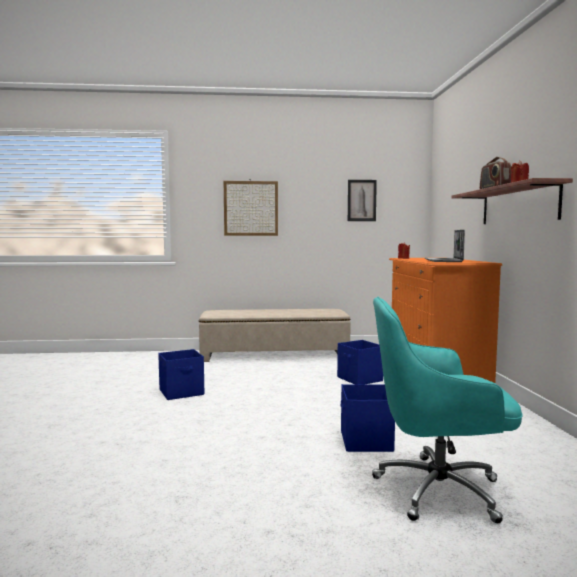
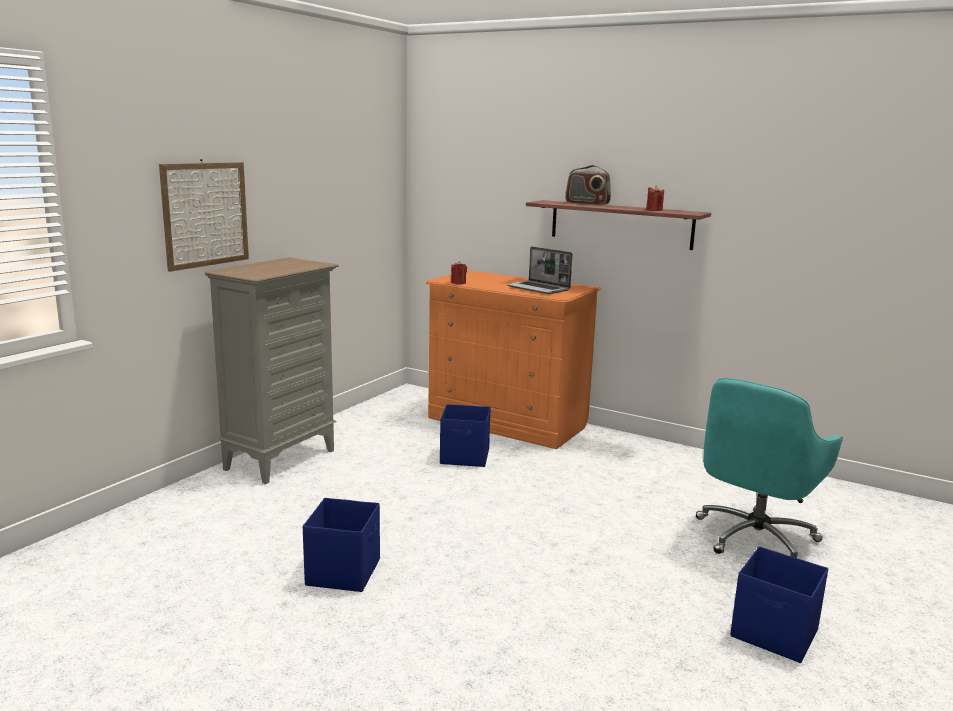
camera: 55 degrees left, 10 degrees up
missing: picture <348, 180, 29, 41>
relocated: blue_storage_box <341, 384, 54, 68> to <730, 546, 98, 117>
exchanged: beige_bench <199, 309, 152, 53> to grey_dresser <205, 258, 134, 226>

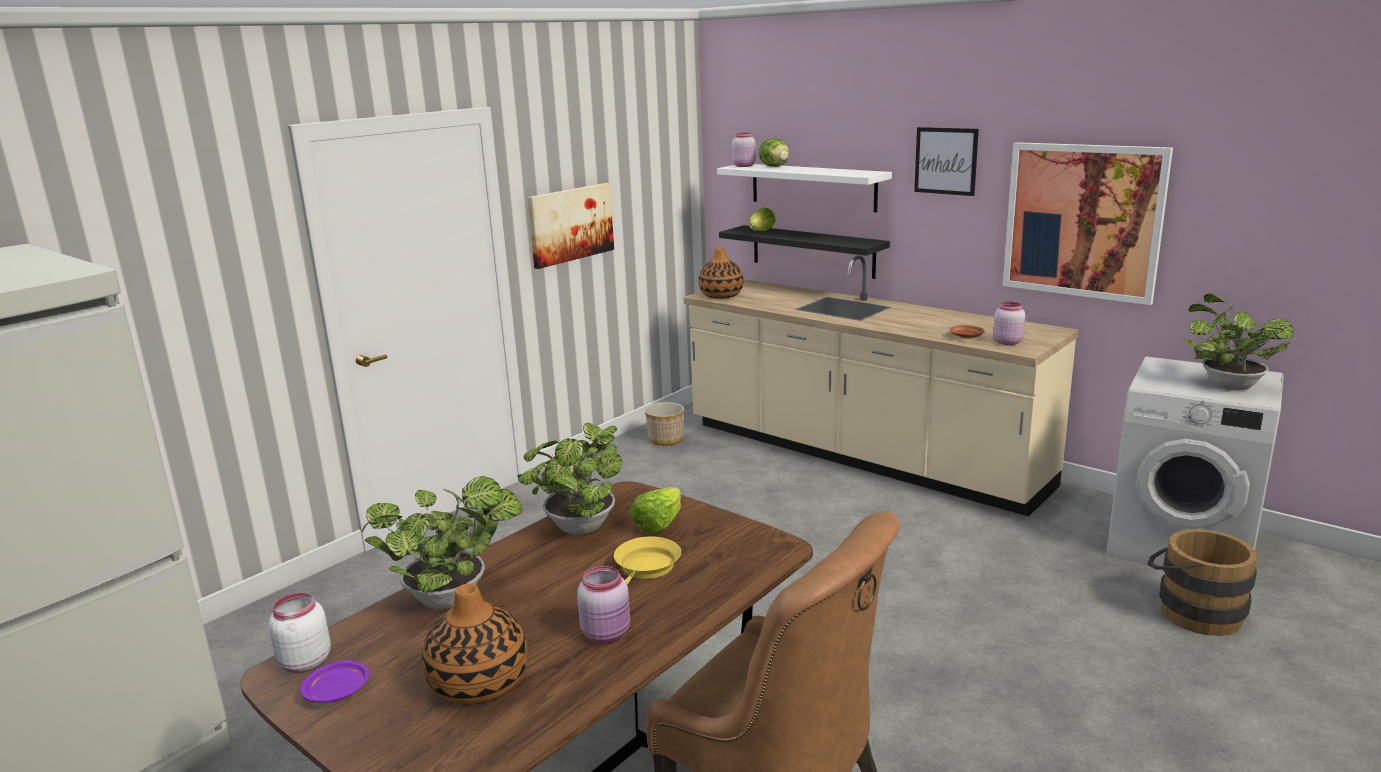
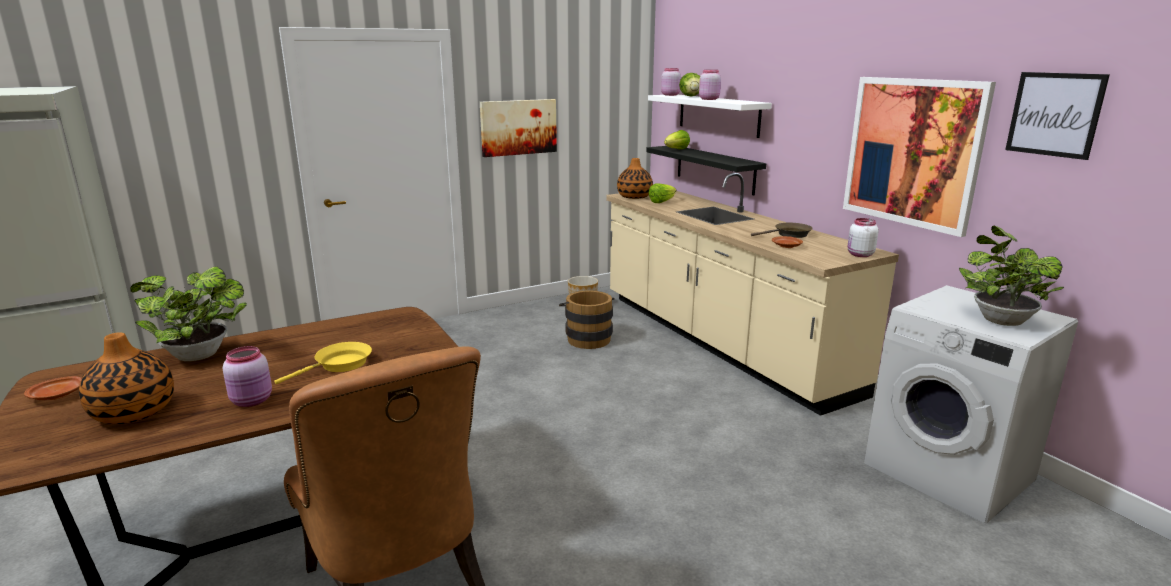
camera: 20 degrees right, 0 degrees up
missing: potted_plant <517, 423, 106, 112>
appeared: brown_frying_pan <751, 223, 62, 15>
relocated: white_jar <269, 593, 62, 80> to <848, 218, 31, 39>; lettuce <630, 487, 51, 47> to <649, 183, 27, 20>; picture <914, 127, 65, 69> to <1005, 72, 105, 88>; pink_jar <993, 302, 33, 43> to <699, 70, 22, 30>; brown_bucket <1148, 529, 109, 107> to <559, 290, 56, 59>
colour: purple_plate <300, 660, 70, 42> to brown_plate <24, 376, 58, 24>

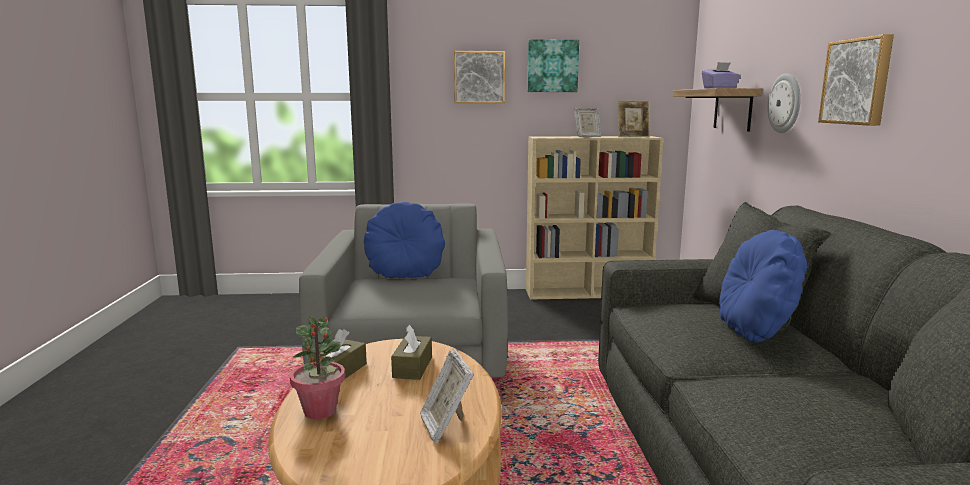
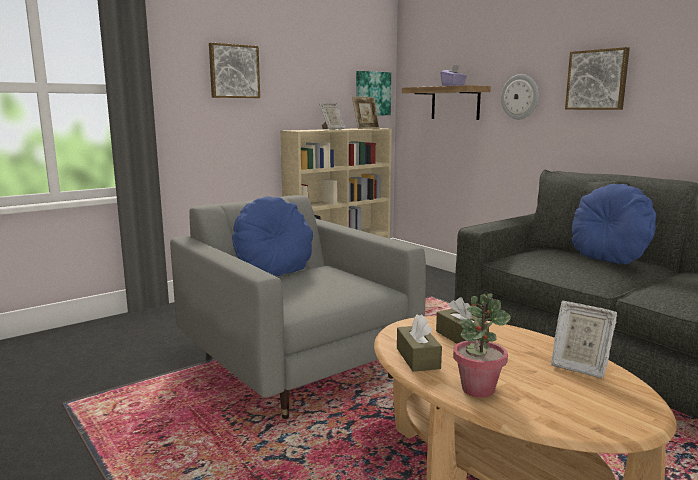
camera: 35 degrees left, 0 degrees up
relocated: picture <527, 39, 52, 53> to <356, 71, 35, 44>

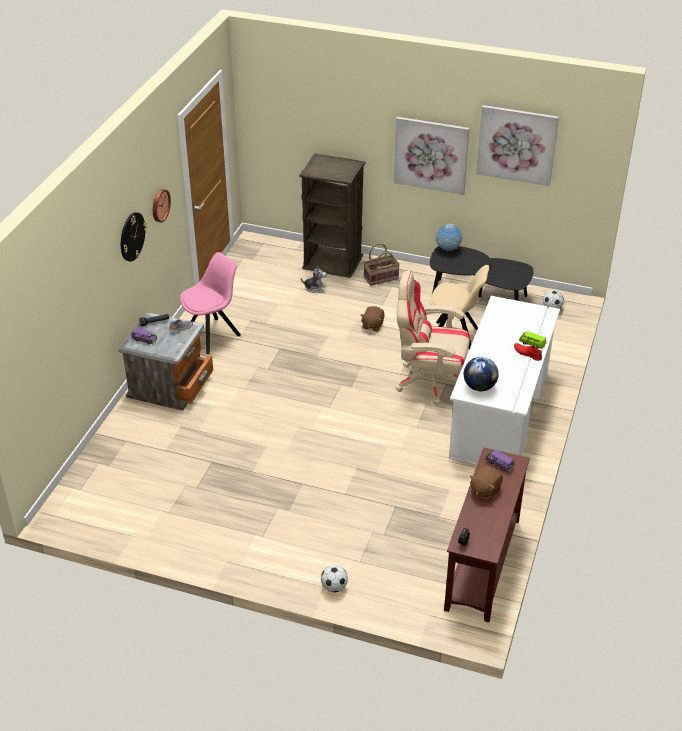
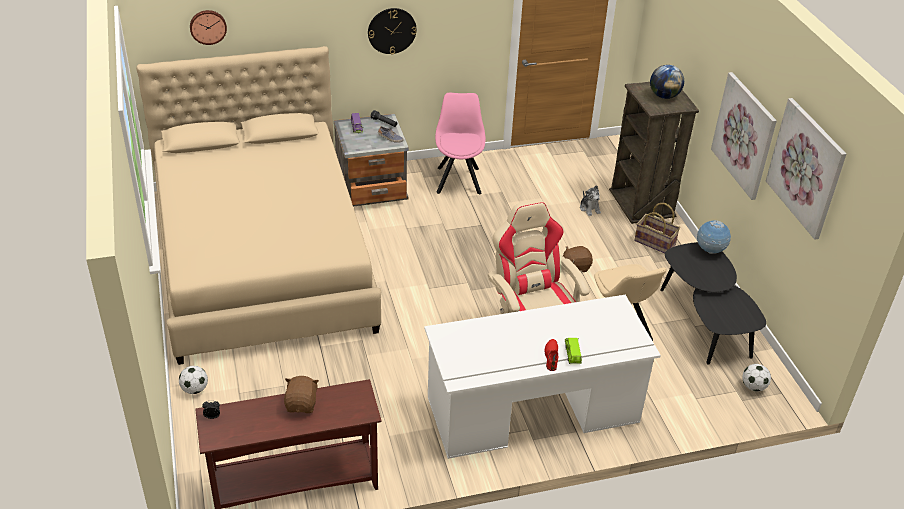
camera: 55 degrees right, 0 degrees up
missing: purple_toy_car <485, 450, 30, 22>
appeared: beige_bed <136, 46, 245, 319>
relocated: wall_clock <153, 189, 18, 33> to <190, 10, 37, 35>; globe <464, 357, 34, 34> to <650, 65, 34, 34>
spun: pink_chair <180, 252, 61, 102> = <435, 93, 51, 102> 105 degrees counterclockwise; brown_plush_toy <470, 466, 33, 35> = <284, 376, 35, 37> 90 degrees clockwise

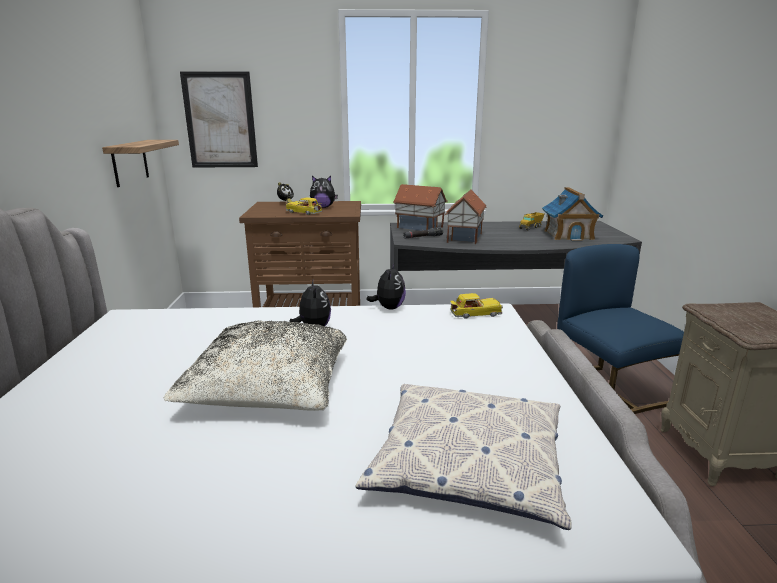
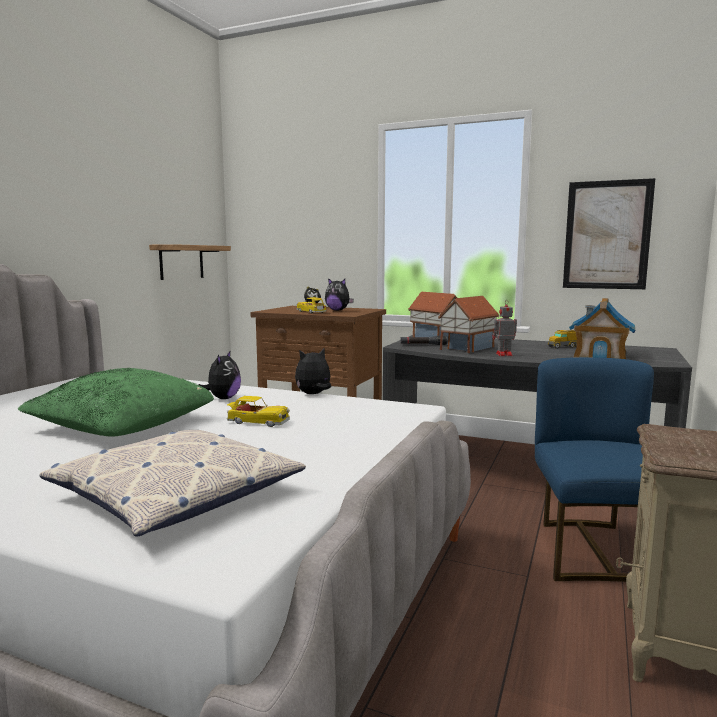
camera: 25 degrees right, 10 degrees down
appeared: toy_robot <492, 300, 25, 56>
relocated: picture <180, 72, 78, 96> to <563, 178, 92, 111>; toy_car <450, 293, 53, 26> to <227, 396, 63, 31>
colour: beige_pillow <163, 320, 184, 91> to green_pillow <17, 368, 197, 69>
spun: plush_toy <366, 264, 40, 46> = <295, 349, 36, 45> 150 degrees counterclockwise

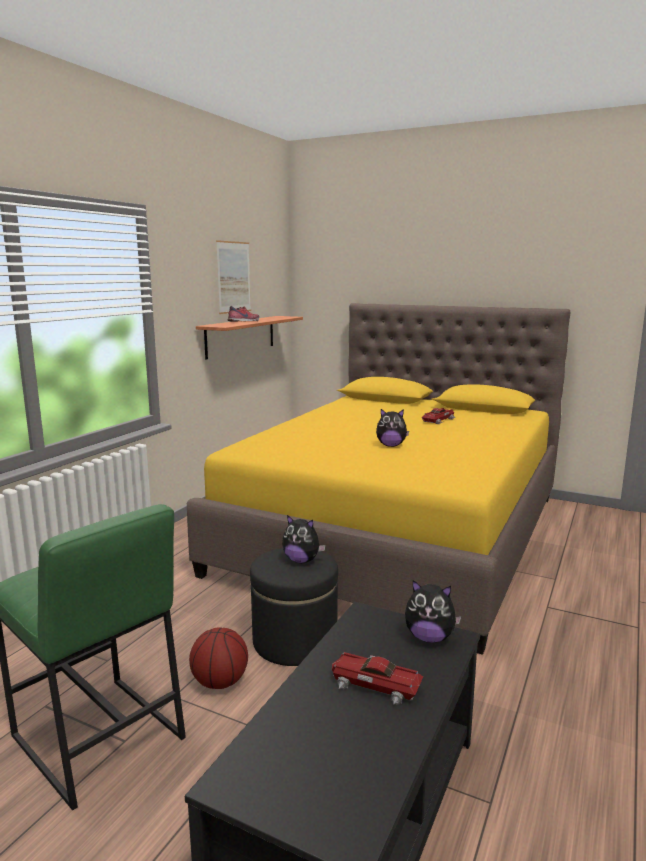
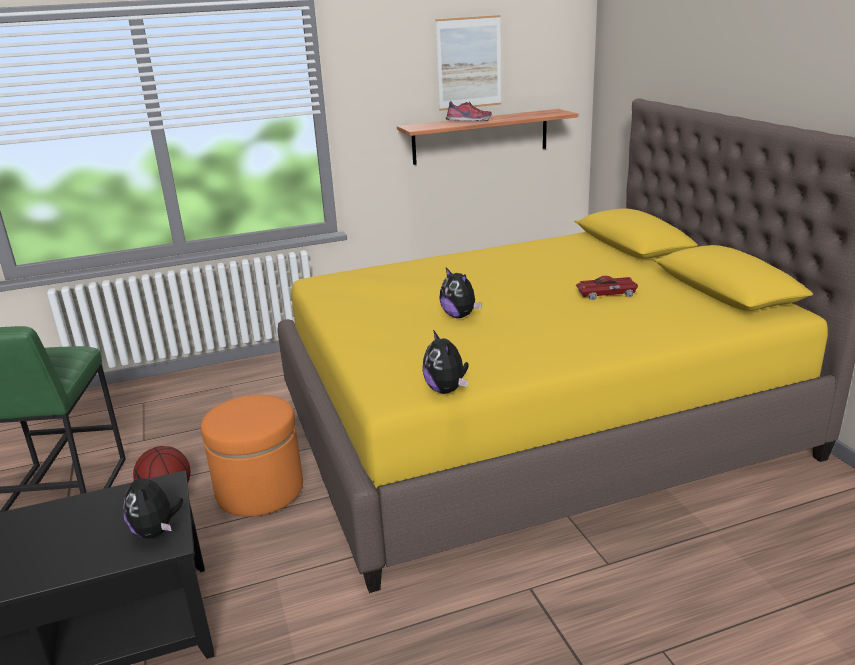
camera: 45 degrees right, 10 degrees up
missing: toy_car <332, 652, 91, 53>
relocated: plush_toy <282, 515, 44, 48> to <422, 330, 47, 64>
colour: black_ottoman <250, 548, 88, 118> to orange_ottoman <201, 395, 102, 122>

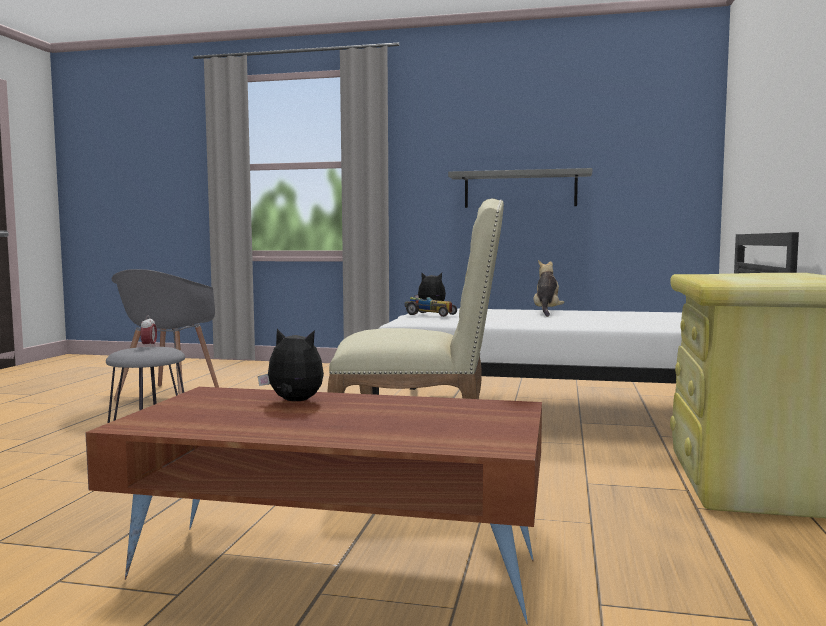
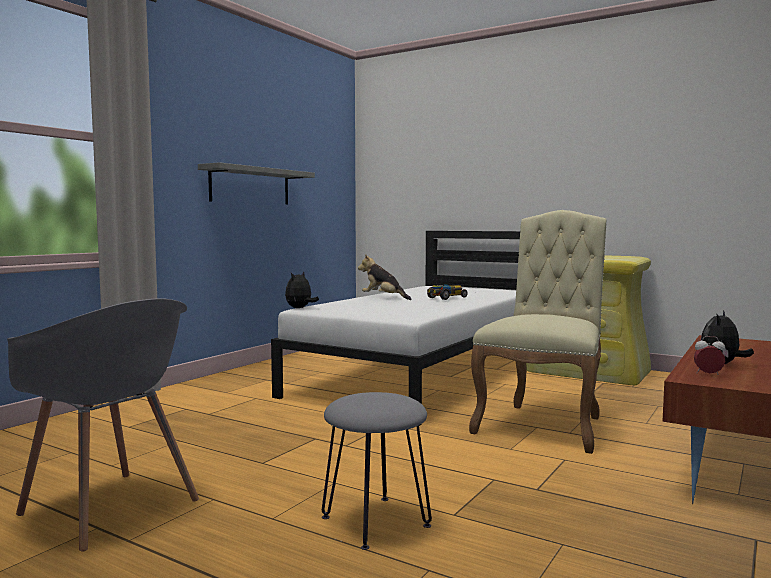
camera: 70 degrees left, 0 degrees up
relocated: alarm_clock <141, 315, 16, 33> to <694, 336, 31, 39>; toy_car <405, 297, 52, 20> to <427, 284, 41, 16>

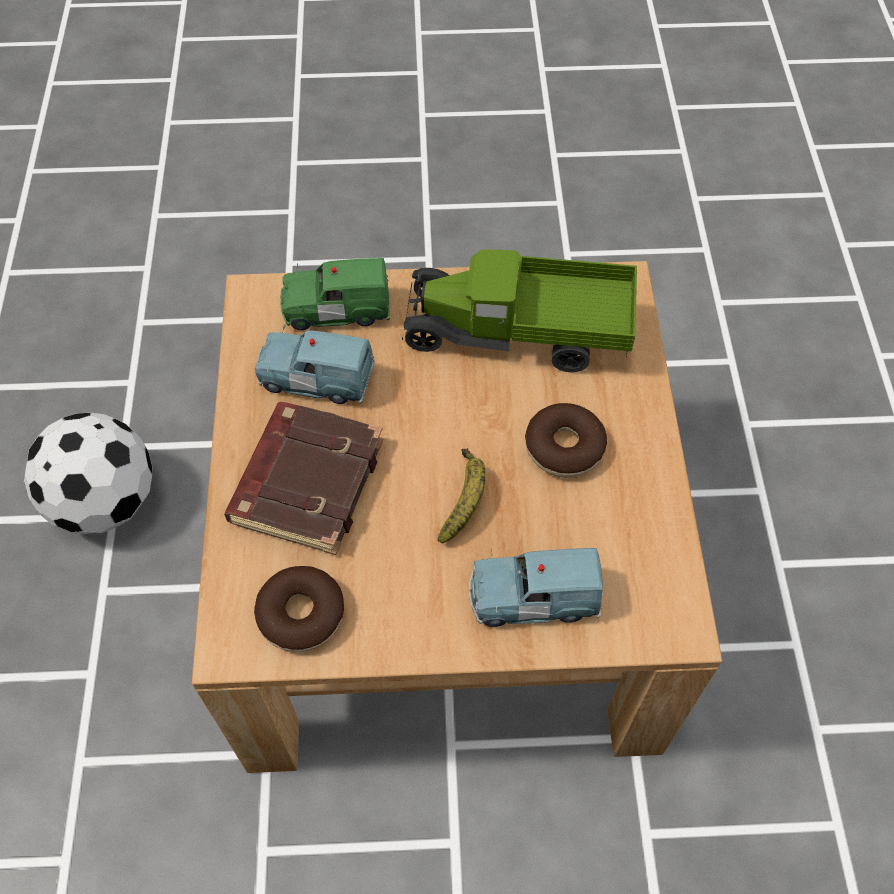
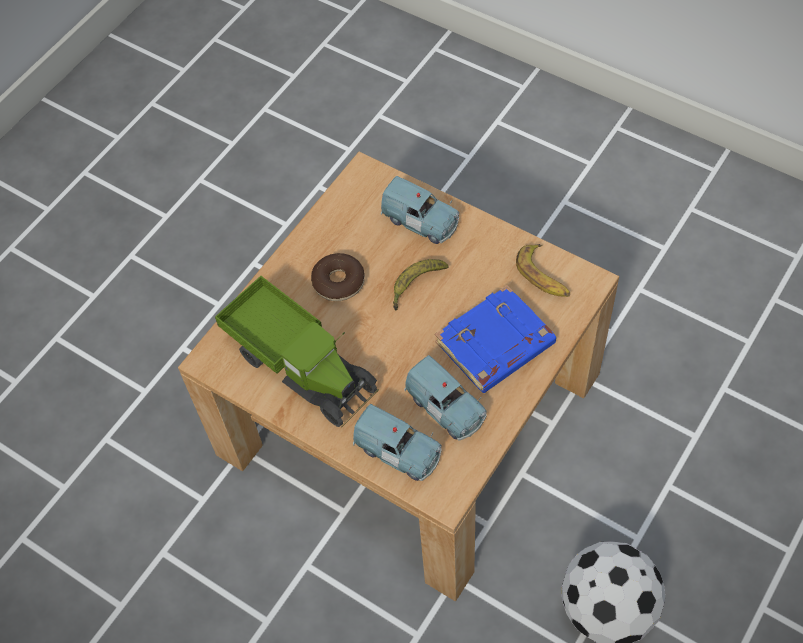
camera: 140 degrees left, 0 degrees up
exchanged: donut <254, 566, 90, 86> to banana <516, 244, 54, 53>
colour: brown_book <224, 402, 160, 153> to blue_book <435, 285, 121, 108>; green_toy_car <280, 258, 110, 72> to blue_toy_car <353, 404, 89, 77>

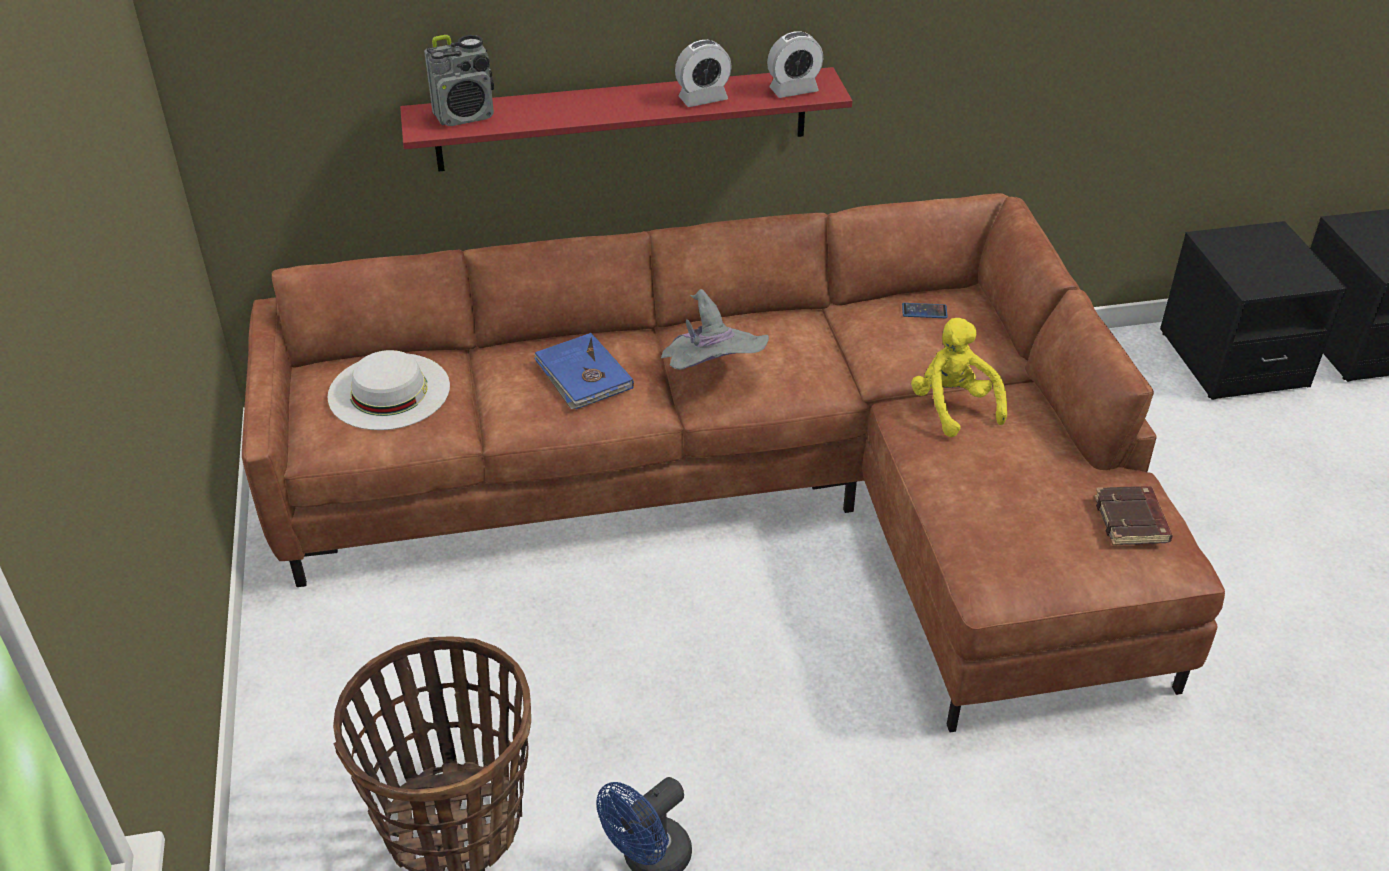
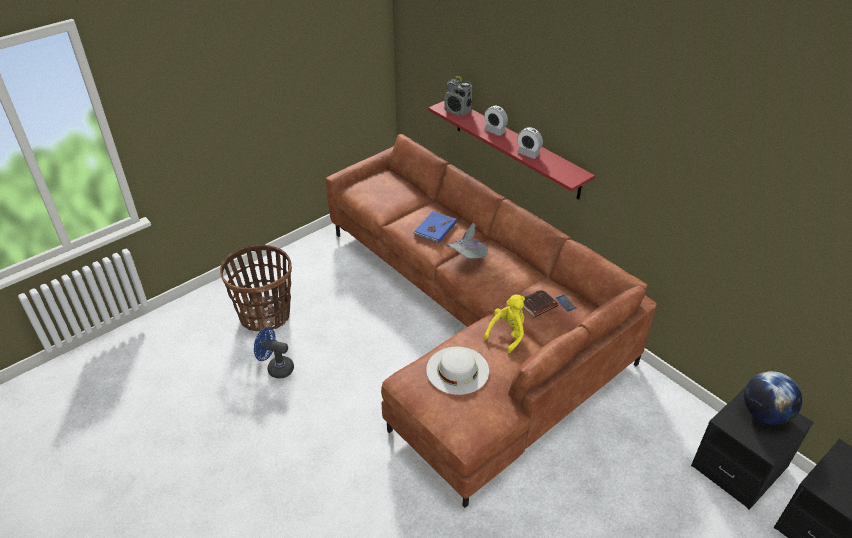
camera: 60 degrees right, 0 degrees up
appeared: globe <744, 371, 58, 54>
relocated: white_hat <328, 350, 122, 80> to <426, 347, 63, 48>; alarm_clock <767, 31, 56, 67> to <484, 106, 24, 30>; brown_book <1094, 486, 79, 59> to <523, 289, 35, 29>

